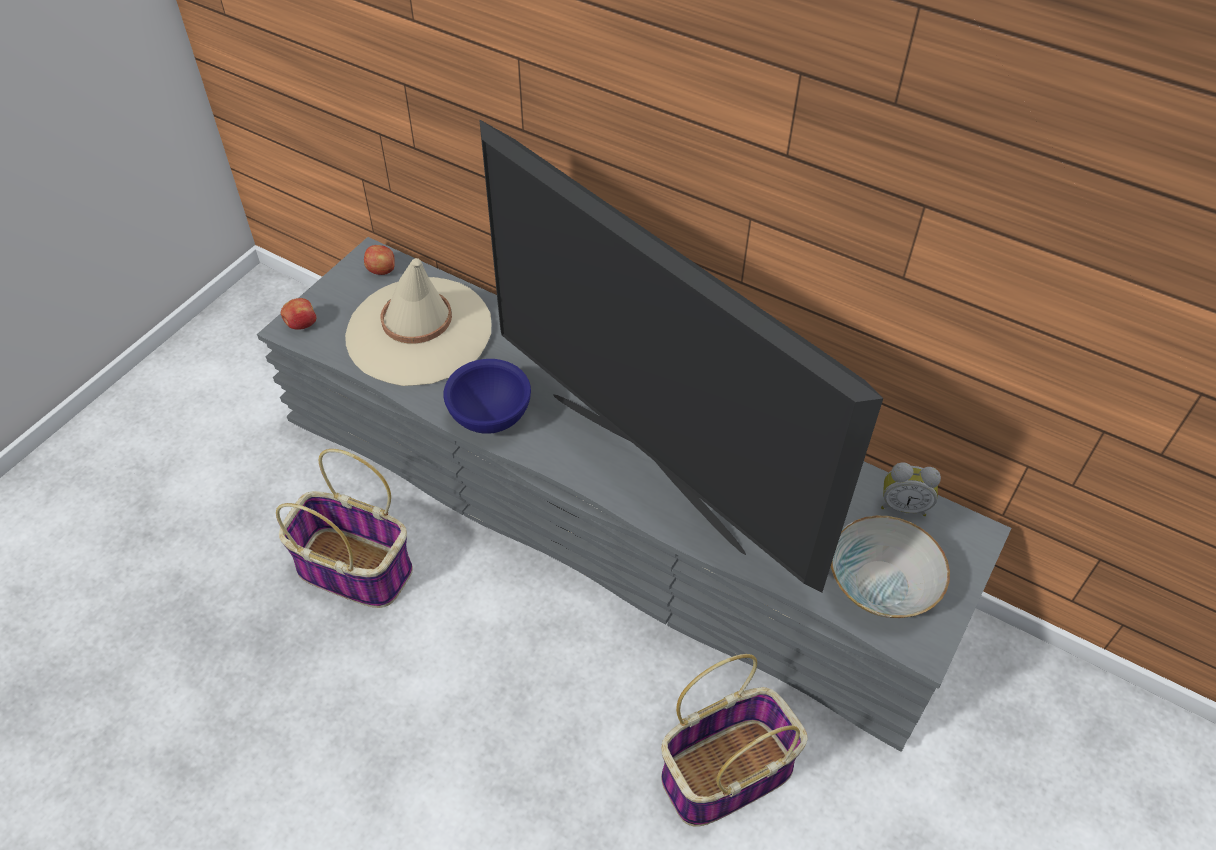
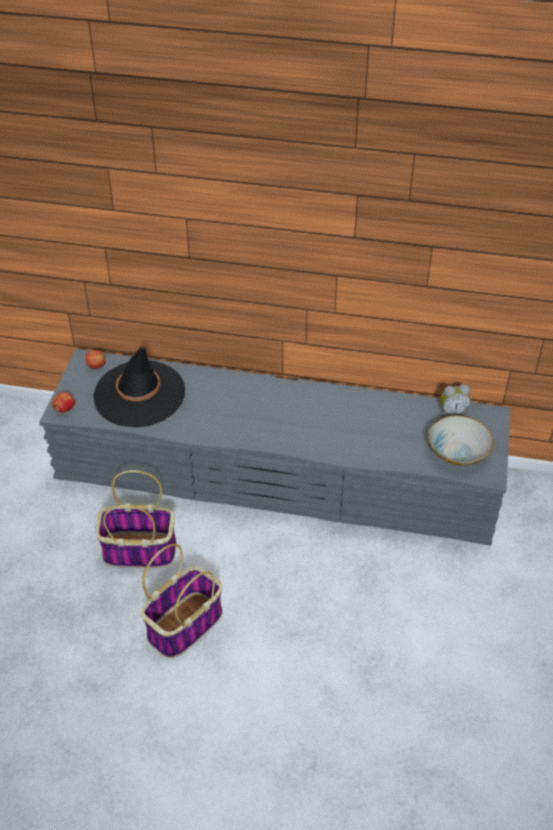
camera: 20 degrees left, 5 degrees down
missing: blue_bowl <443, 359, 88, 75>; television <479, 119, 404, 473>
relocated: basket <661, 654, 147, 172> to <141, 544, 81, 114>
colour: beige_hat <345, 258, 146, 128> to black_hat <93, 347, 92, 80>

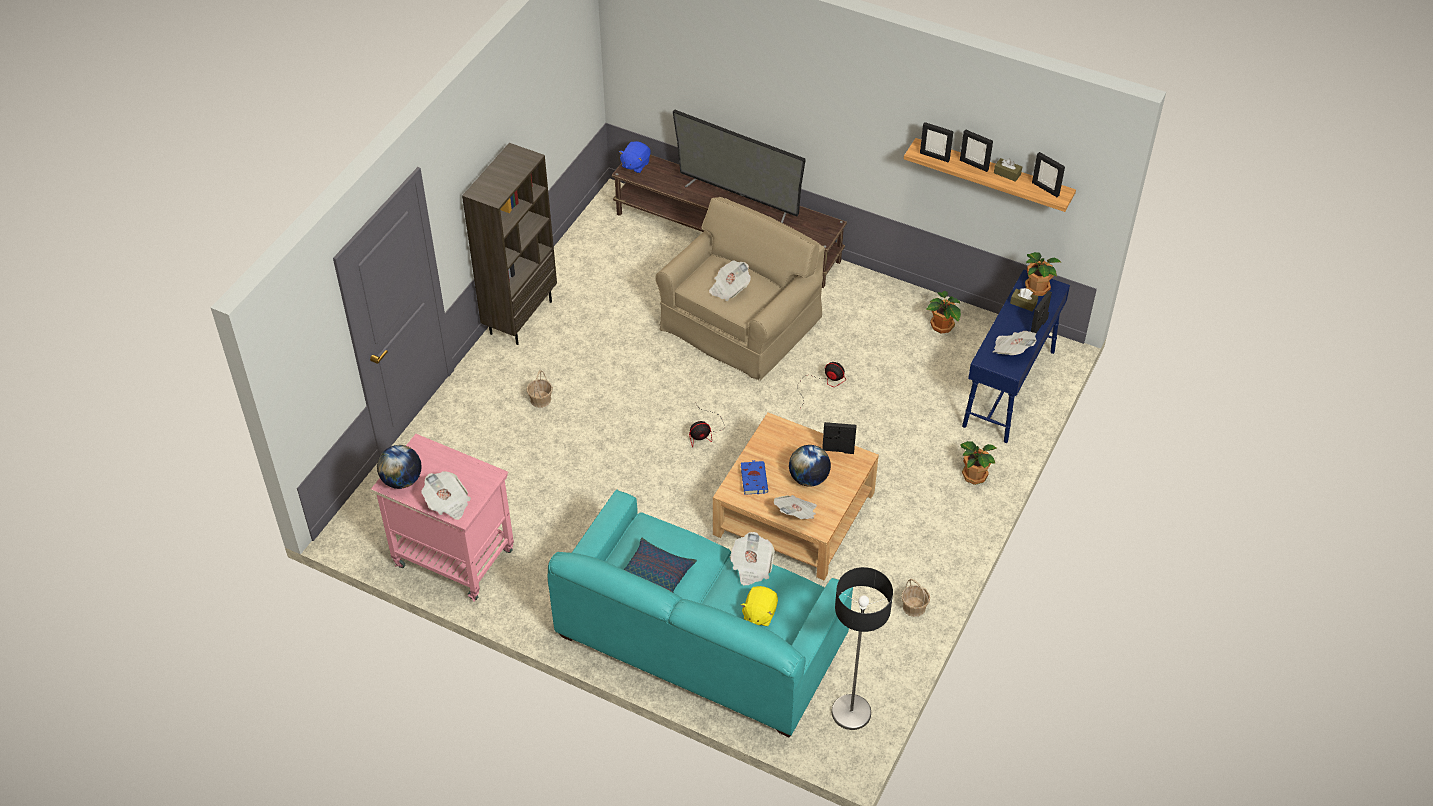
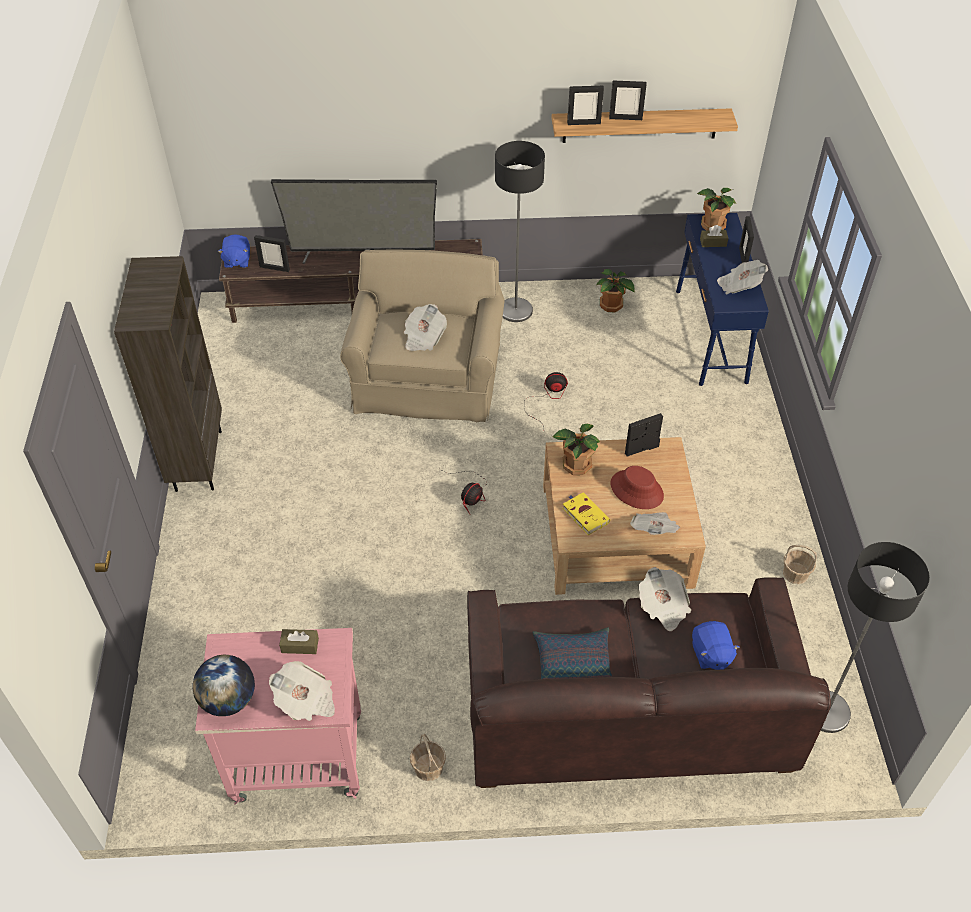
camera: 30 degrees left, 0 degrees up
appeared: floor_lamp <495, 141, 50, 181>
relocated: basket <527, 370, 26, 38> to <410, 734, 36, 47>; potted_plant <961, 441, 36, 44> to <552, 423, 48, 52>; brown_tissue_box <994, 158, 28, 24> to <279, 629, 40, 25>; picture_frame <1032, 152, 33, 45> to <254, 235, 36, 37>
exchanged: globe <789, 445, 42, 42> to red_hat <611, 466, 53, 43>
colour: turquoise_sofa <548, 490, 305, 247> to brown_sofa <467, 577, 364, 211>; blue_book <741, 460, 27, 35> to yellow_book <563, 492, 47, 43>; yellow_plush_toy <741, 586, 37, 40> to blue_plush_toy <692, 621, 48, 49>

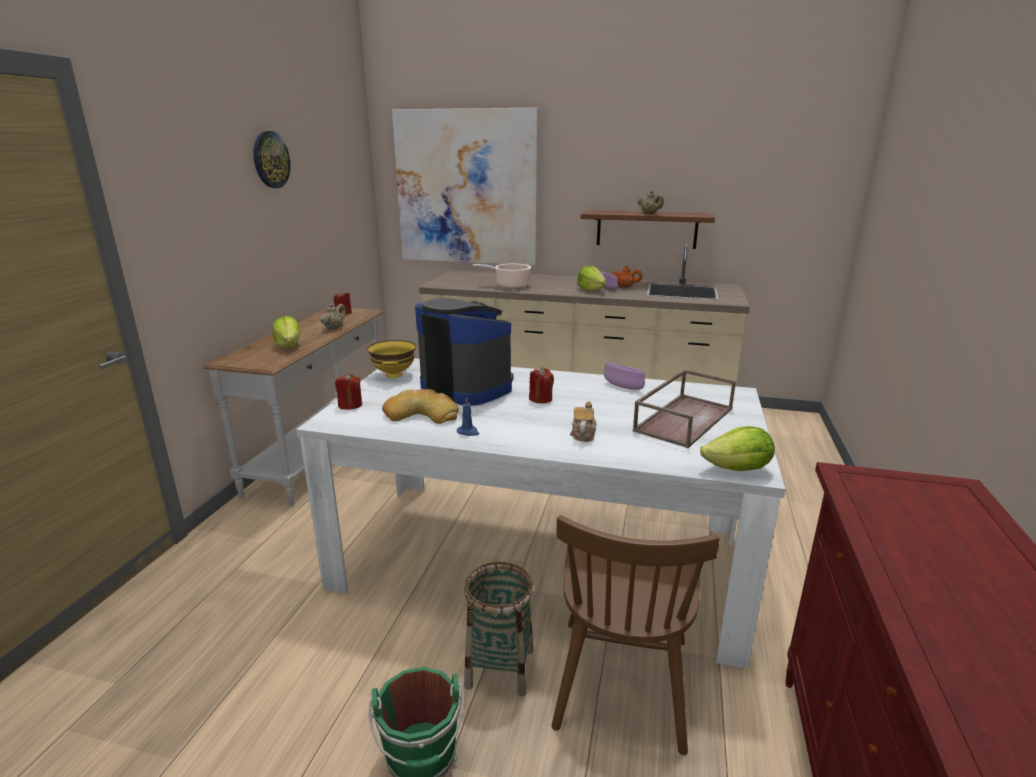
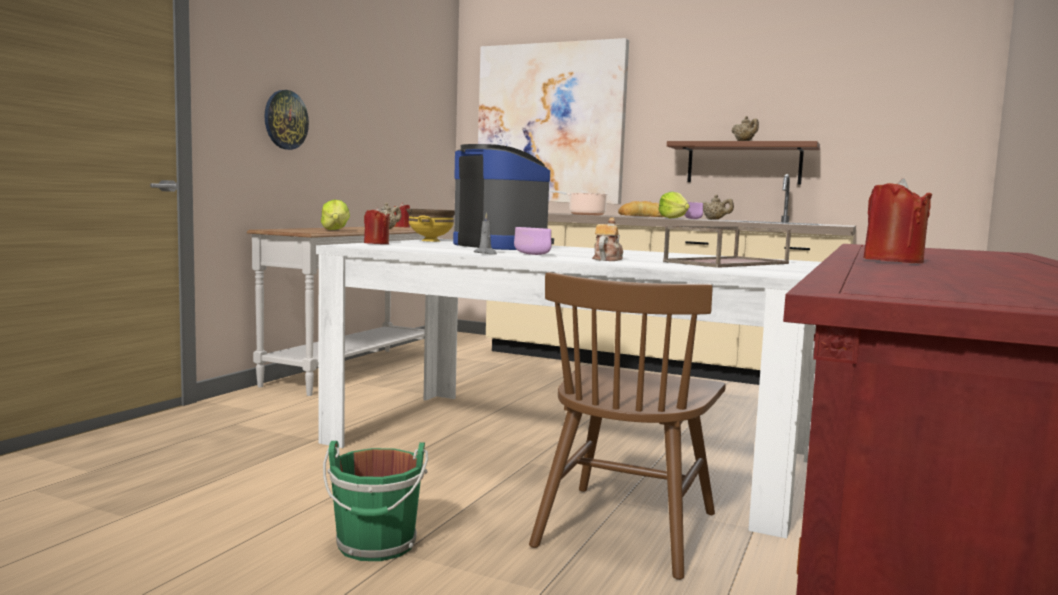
camera: 10 degrees right, 15 degrees down
missing: basket <464, 562, 69, 135>; lettuce <700, 426, 75, 45>
relocated: wall_clock <253, 131, 38, 57> to <264, 90, 45, 60>; bread <382, 389, 77, 35> to <618, 201, 47, 16>; red_candle <529, 368, 25, 35> to <863, 178, 69, 85>; purple_bowl <604, 362, 41, 28> to <514, 227, 38, 28>
colour: blue_candle <457, 397, 22, 39> to grey_candle <474, 212, 23, 42>; orange_teapot <612, 265, 30, 23> to beige_teapot <702, 195, 32, 25>

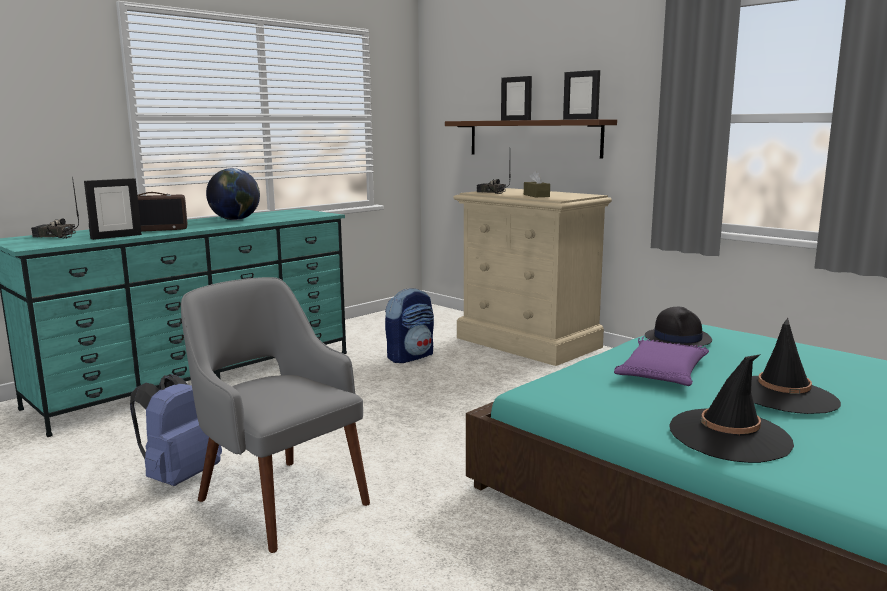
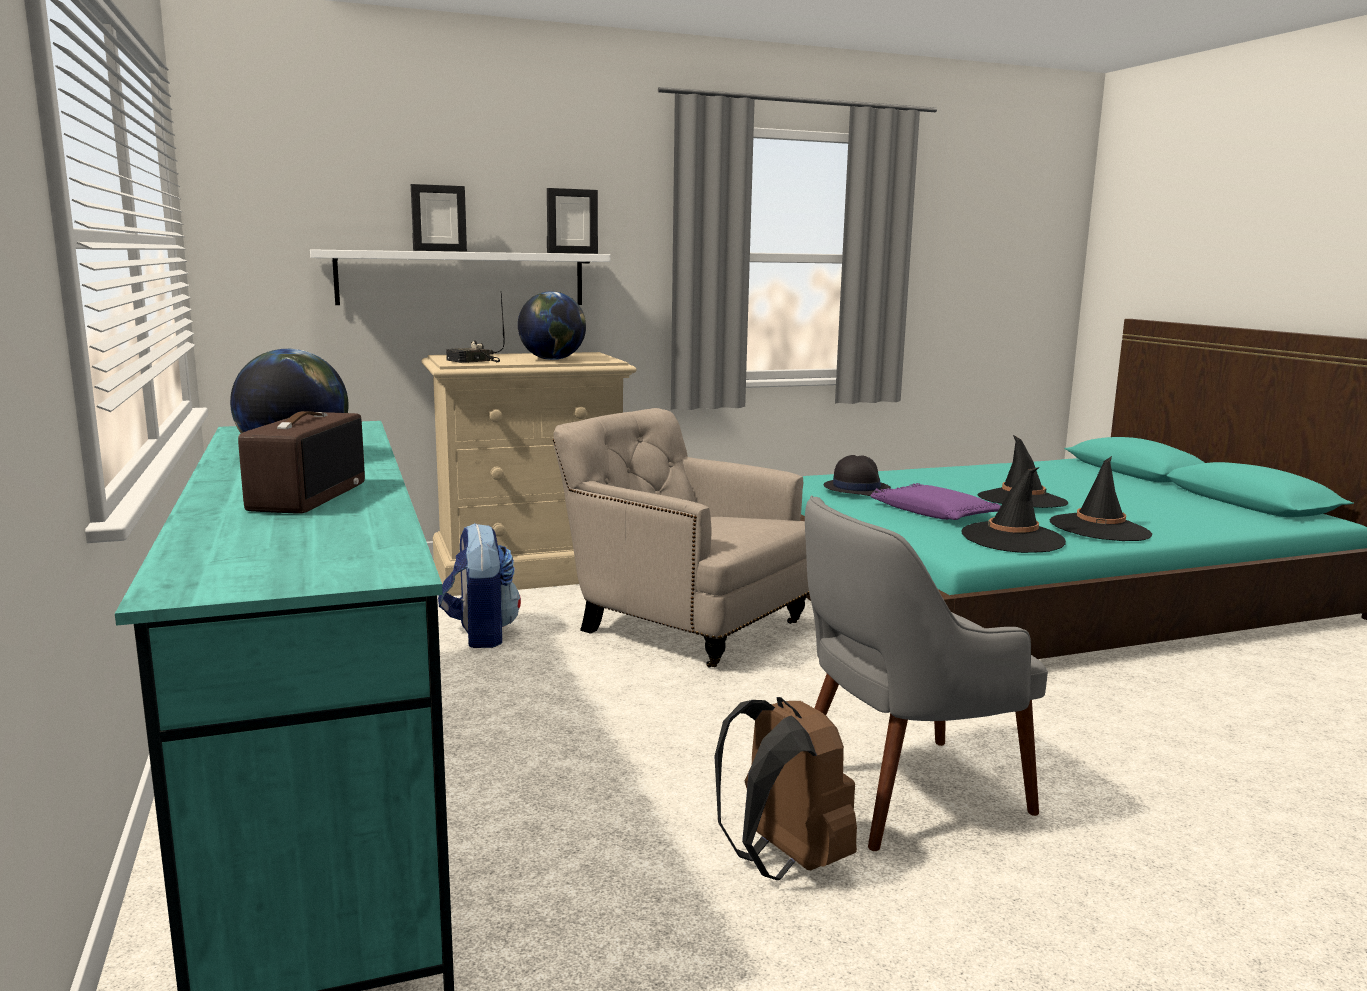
camera: 65 degrees left, 0 degrees up
missing: radio <31, 177, 48, 62>; picture_frame <84, 178, 58, 62>
appeared: beige_armchair <553, 408, 256, 260>; black_hat <962, 467, 104, 86>
exchanged: brown_tissue_box <524, 171, 26, 26> to globe <518, 291, 68, 69>
colour: blue_backpack <130, 374, 92, 112> to brown_backpack <714, 697, 143, 183>; brown_shelf <445, 119, 172, 40> to white_shelf <310, 249, 301, 56>

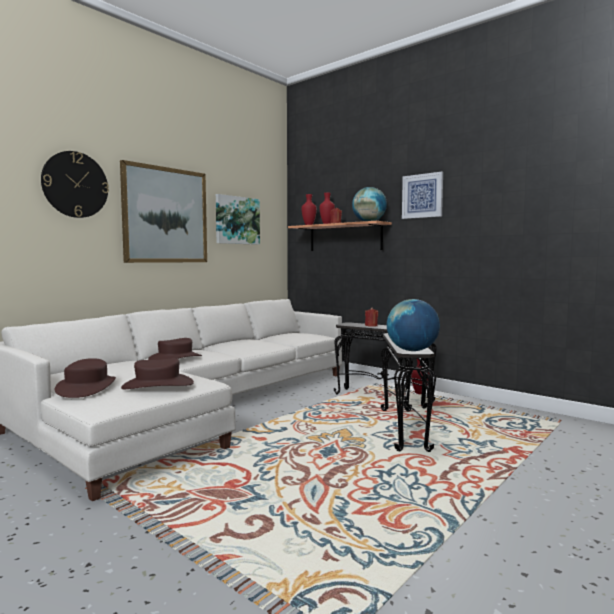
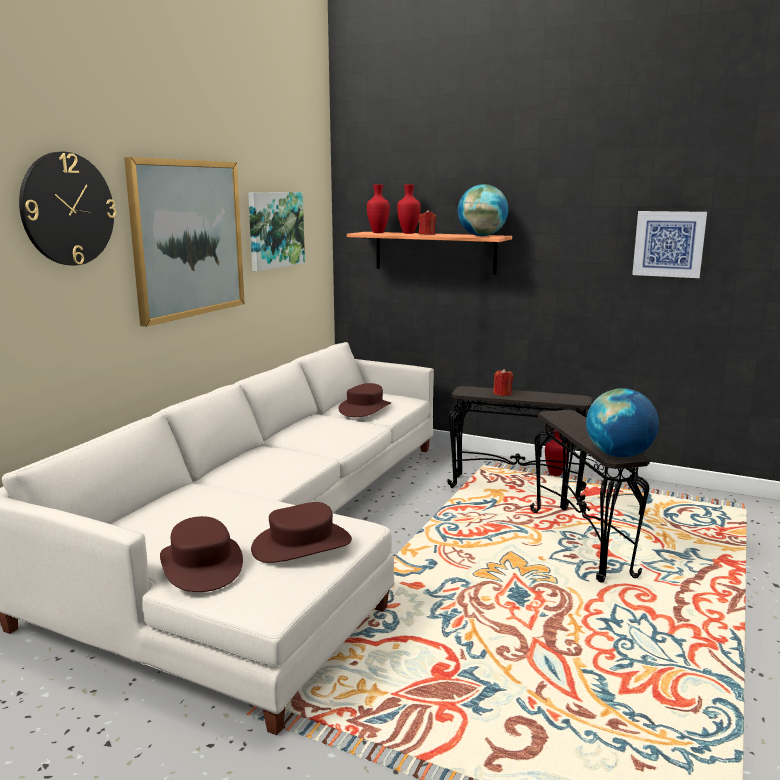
camera: 15 degrees left, 10 degrees up
relocated: brown_hat <148, 338, 54, 22> to <338, 383, 53, 34>; picture <402, 172, 41, 47> to <632, 211, 75, 67>

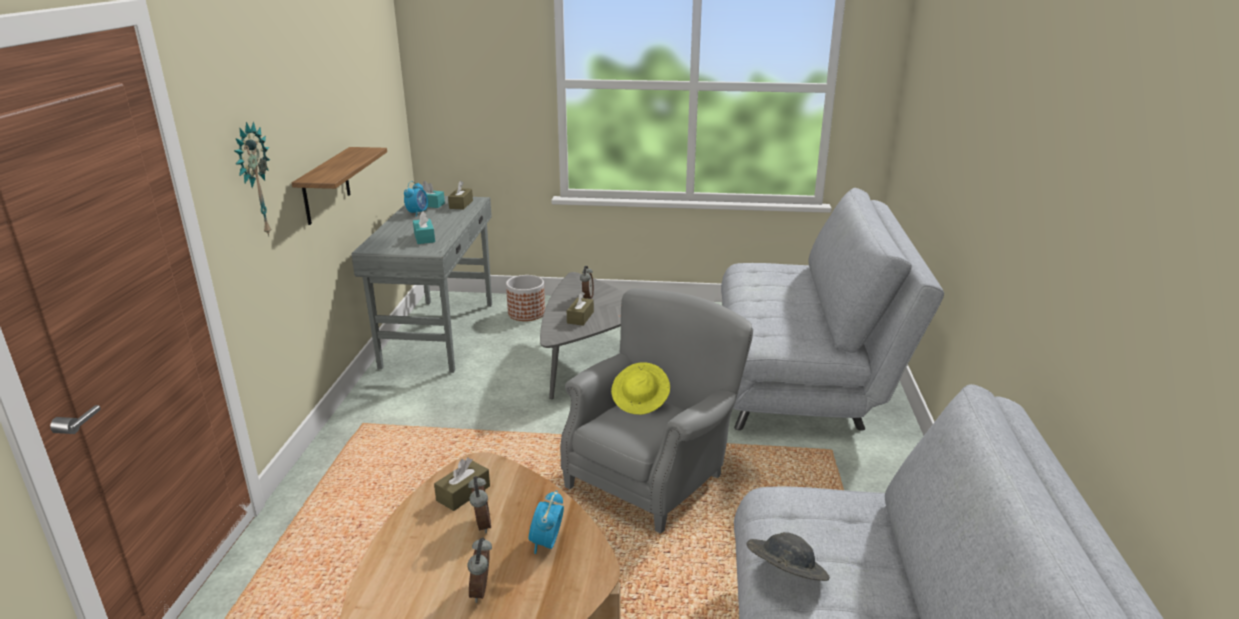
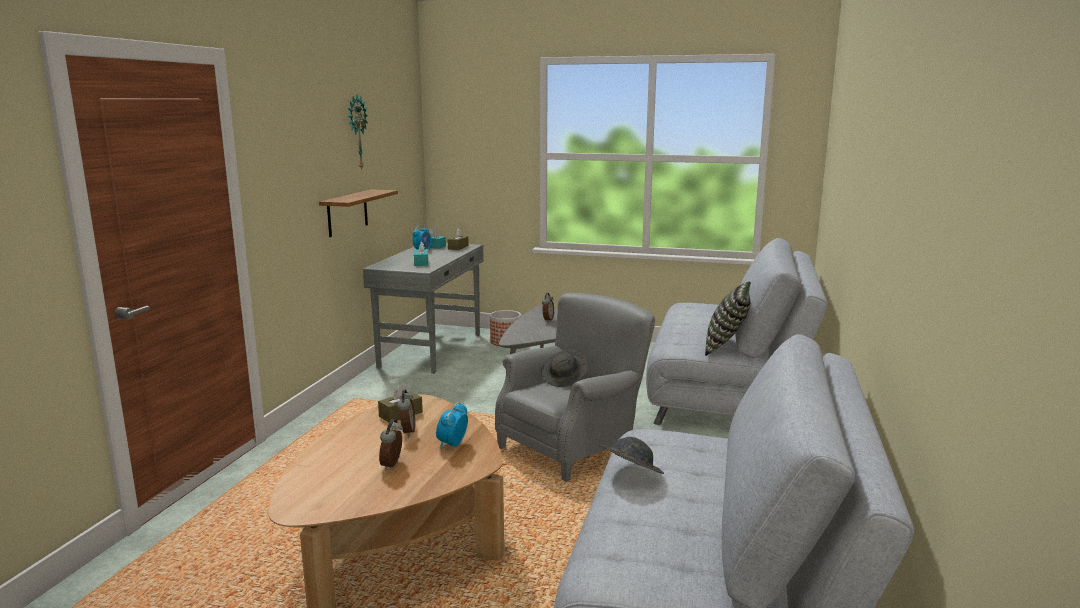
camera: 10 degrees right, 10 degrees down
missing: brown_tissue_box <567, 292, 27, 34>
appeared: pillow <705, 281, 46, 75>
relocated: wall_clock <234, 122, 37, 114> to <348, 95, 20, 75>
colour: yellow_hat <611, 362, 59, 53> to grey_hat <541, 350, 47, 37>

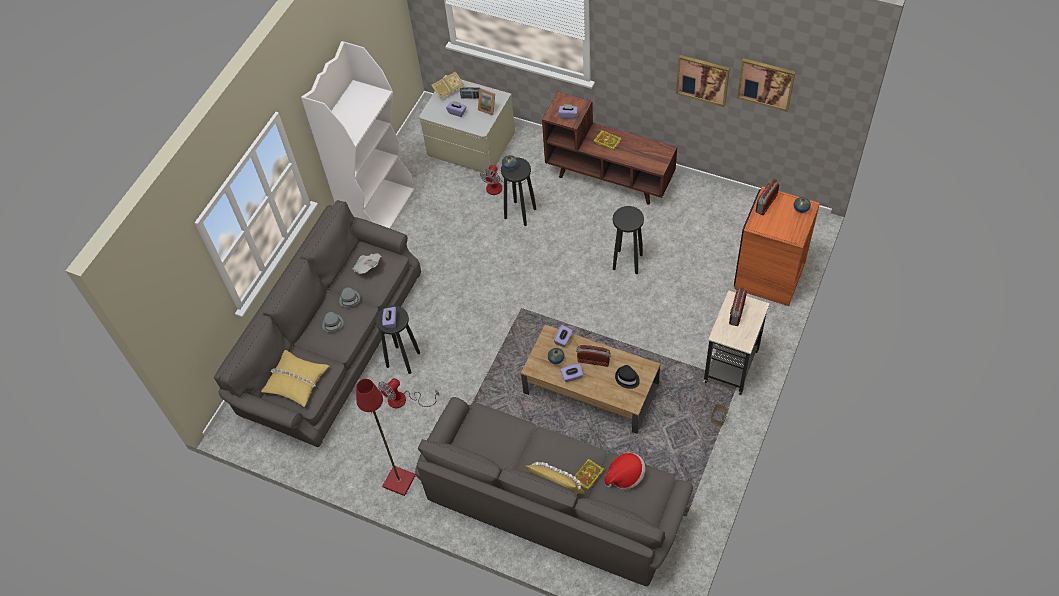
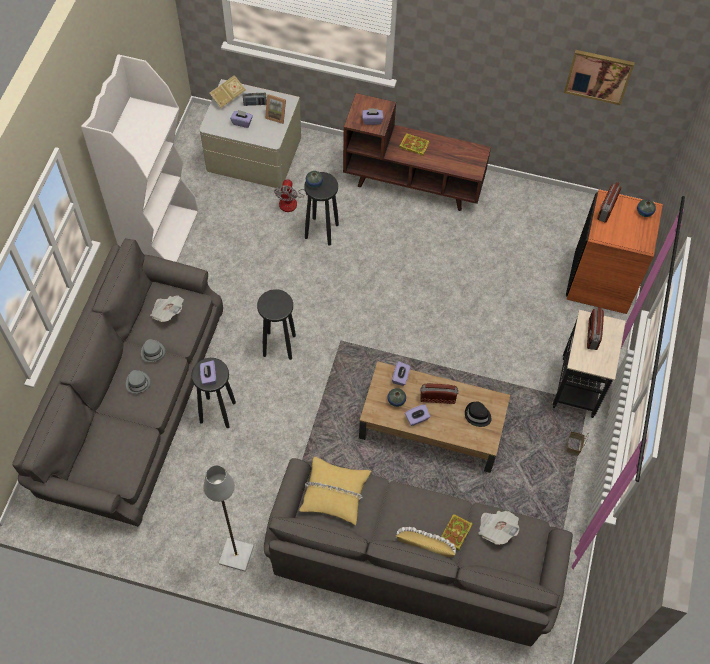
camera: 15 degrees left, 5 degrees up
missing: fan <378, 378, 61, 30>; picture <676, 55, 54, 52>
relocated: yellow_pillow <261, 350, 68, 57> to <299, 456, 72, 69>; black_stool <613, 206, 31, 68> to <257, 289, 39, 71>
exchanged: hat <604, 453, 41, 36> to newspaper <478, 511, 41, 34>
colour: red_floor_lamp <356, 379, 60, 117> to grey_floor_lamp <203, 465, 51, 107>

